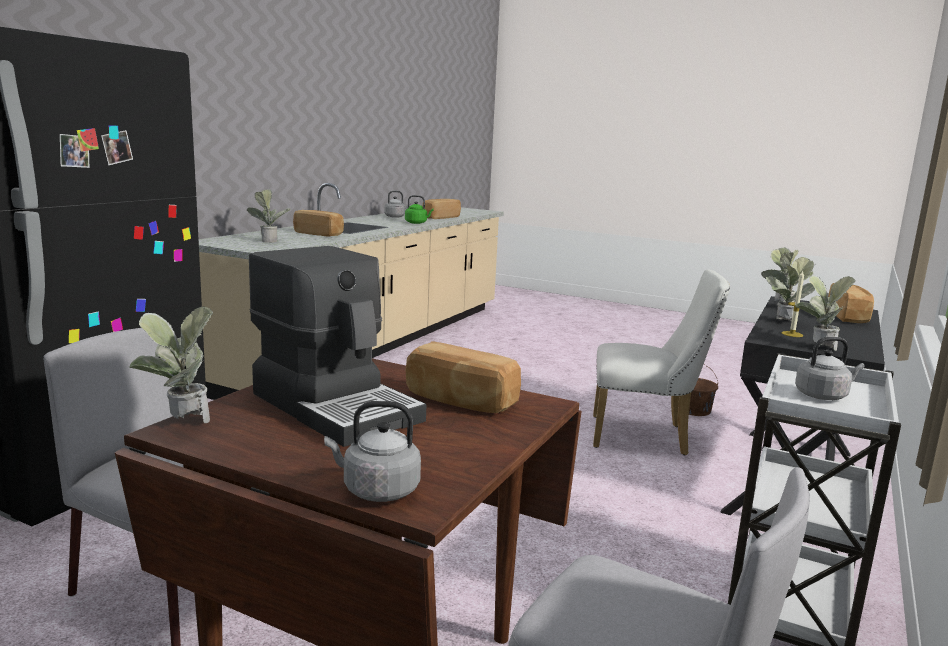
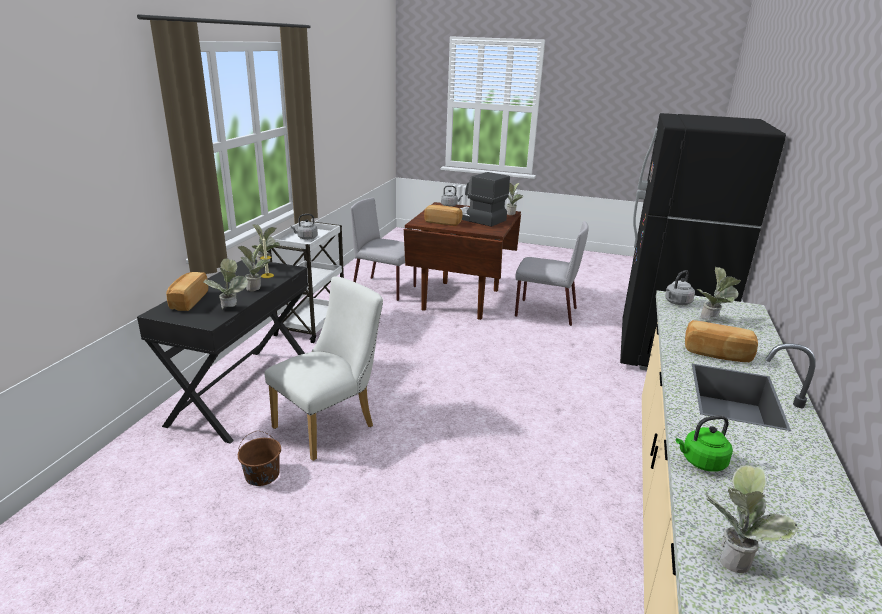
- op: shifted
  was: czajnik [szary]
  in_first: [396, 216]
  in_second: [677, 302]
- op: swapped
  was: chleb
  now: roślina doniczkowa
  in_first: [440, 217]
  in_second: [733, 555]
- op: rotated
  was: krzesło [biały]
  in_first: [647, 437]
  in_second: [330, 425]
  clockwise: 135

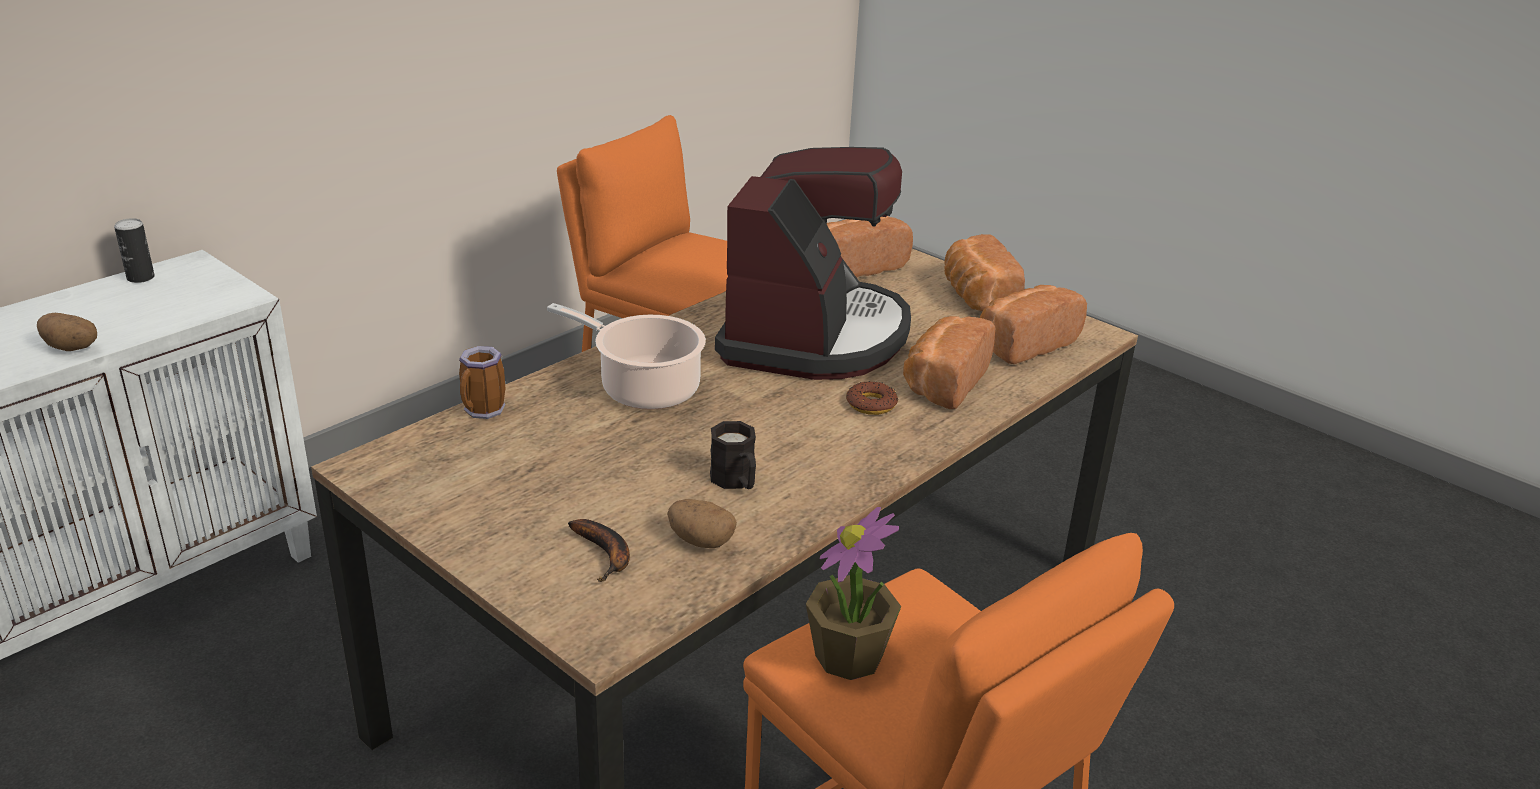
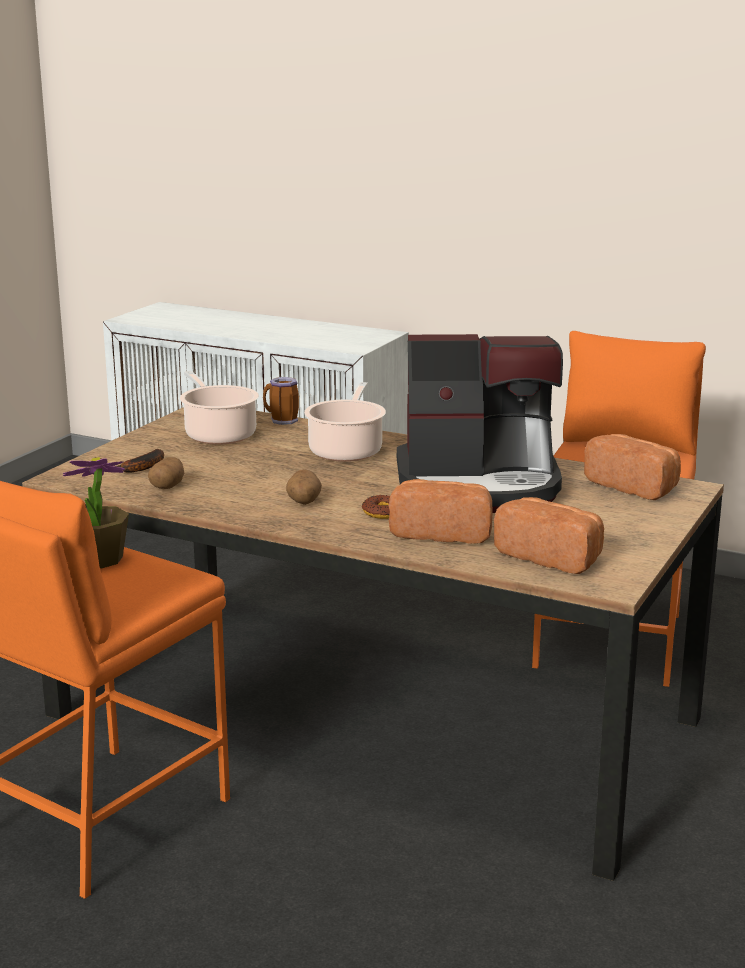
- op: gone
  was: puszka
  in_first: [140, 277]
- op: gone
  was: kubek [czarny]
  in_first: [736, 481]
- op: gone
  was: chleb
  in_first: [976, 298]
- op: new
  now: garnek
  in_second: [218, 434]
- op: shifted
  was: ziemniak
  in_first: [73, 348]
  in_second: [304, 502]

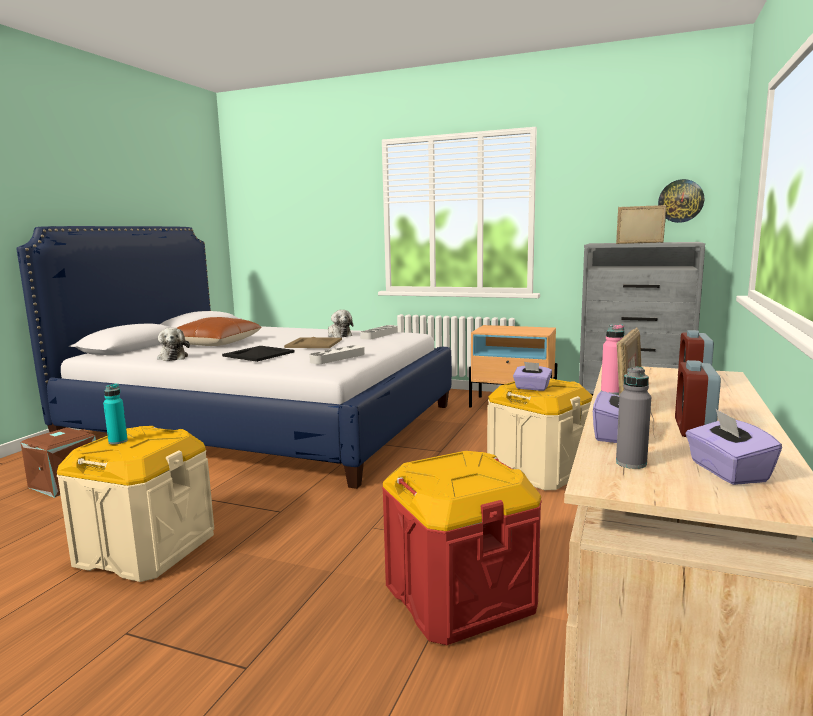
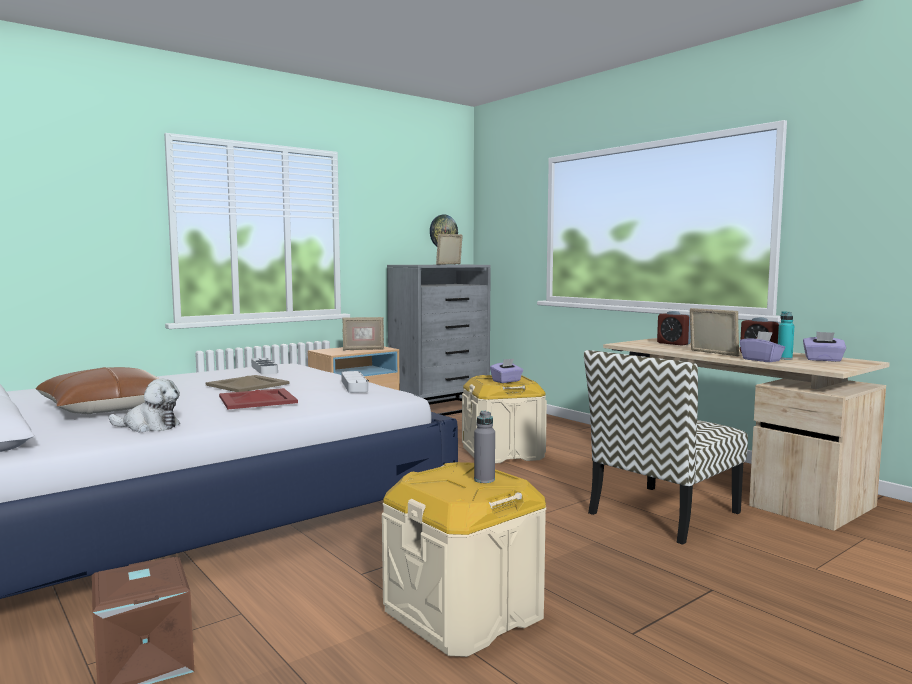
- op: gone
  was: pluszak
  in_first: [338, 335]
- op: gone
  was: butelka [różowy]
  in_first: [611, 393]
- op: new
  now: ramka na zdjęcie
  in_second: [363, 349]
- op: shifted
  was: butelka [turkusowy]
  in_first: [118, 441]
  in_second: [784, 358]
- op: shifted
  was: butelka [szary]
  in_first: [631, 463]
  in_second: [484, 480]
- op: swapped
  was: pojemnik do przechowywania [czerwony]
  now: krzesło
  in_first: [459, 596]
  in_second: [663, 513]
- op: repainted
  was: taca [czarny]
  now: taca [czerwony]
  in_first: [258, 354]
  in_second: [258, 399]

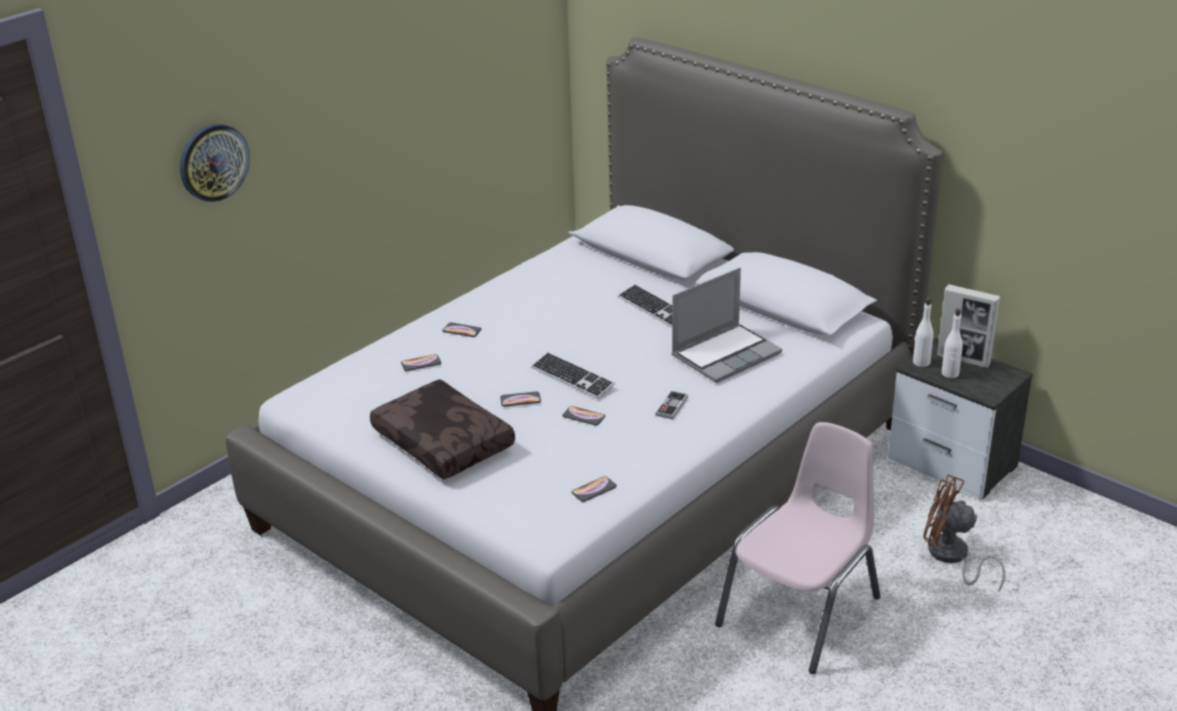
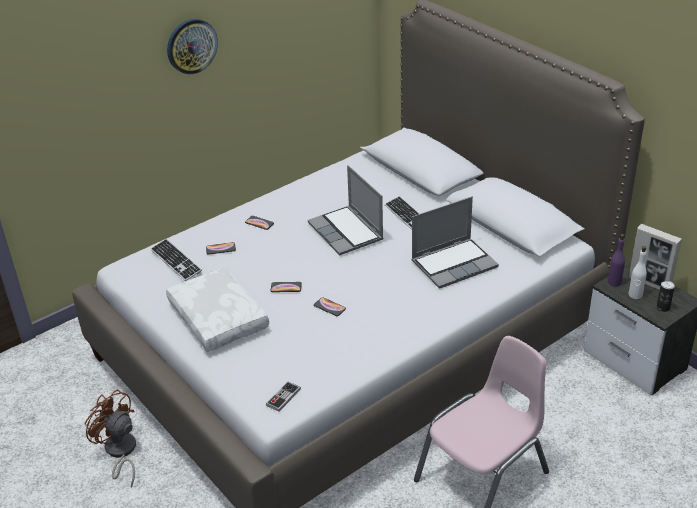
- op: gone
  was: telefon
  in_first: [594, 490]
- op: new
  now: laptop
  in_second: [347, 232]
- op: new
  now: puszka
  in_second: [663, 307]
- op: shifted
  was: zegar ścienny
  in_first: [213, 162]
  in_second: [191, 46]
- op: shifted
  was: klawiatura
  in_first: [572, 377]
  in_second: [176, 261]
- op: shifted
  was: pad do gier
  in_first: [671, 406]
  in_second: [283, 397]
- op: shifted
  was: wentylator [brązowy]
  in_first: [952, 557]
  in_second: [120, 452]
- op: repainted
  was: poduszka [brązowy]
  now: poduszka [biały]
  in_first: [445, 442]
  in_second: [220, 318]
- op: repainted
  was: butelka [biały]
  now: butelka [fioletowy]
  in_first: [921, 362]
  in_second: [614, 282]

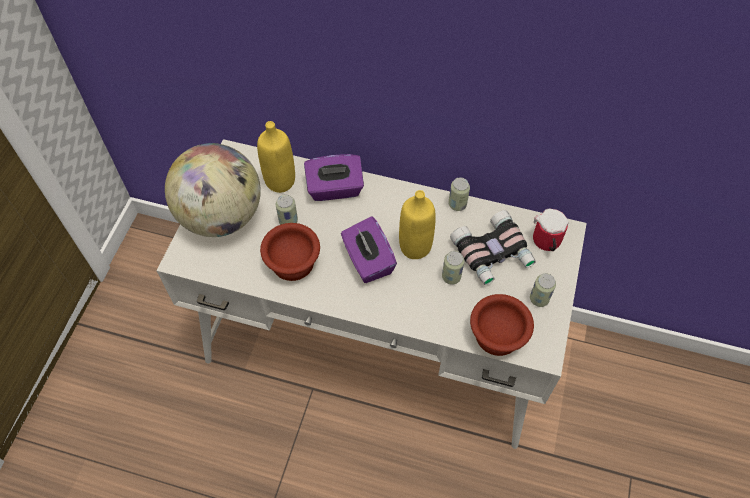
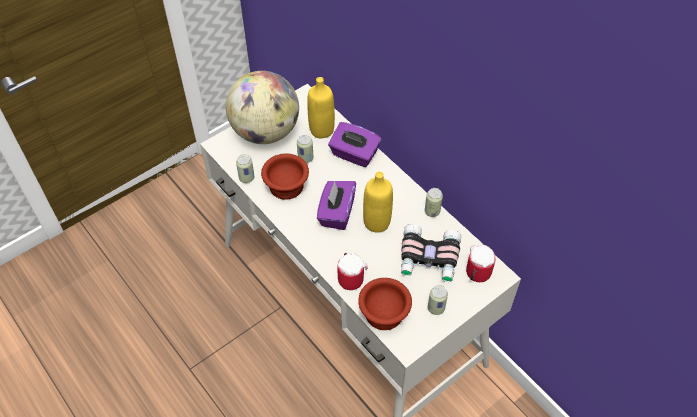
- op: new
  now: kubek
  in_second: [350, 276]
- op: shifted
  was: puszka
  in_first: [451, 277]
  in_second: [246, 178]

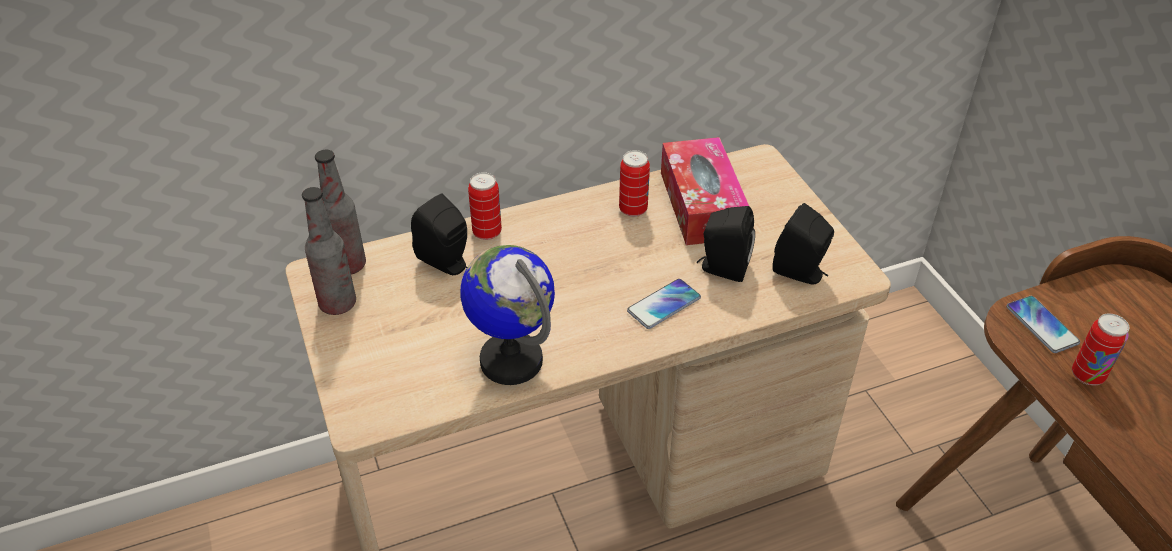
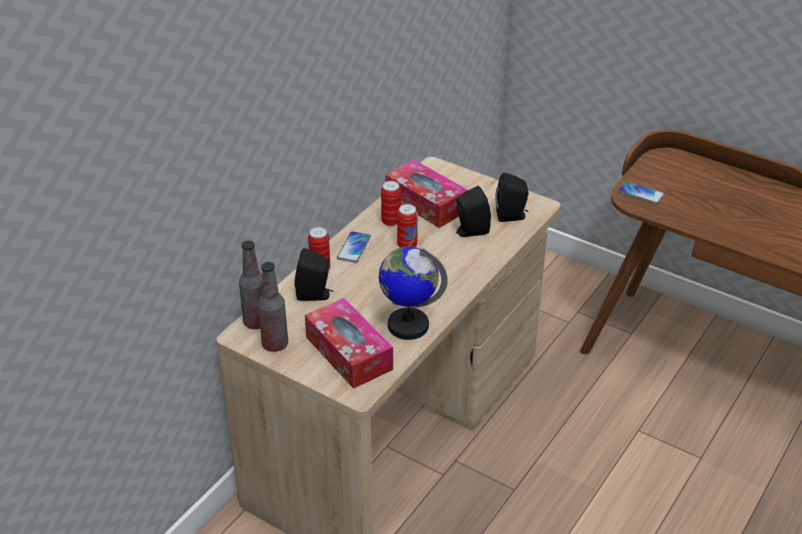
- op: new
  now: pudełko chusteczek
  in_second: [349, 353]
- op: shifted
  was: telefon
  in_first: [664, 305]
  in_second: [354, 248]
- op: shifted
  was: puszka
  in_first: [1087, 375]
  in_second: [407, 245]

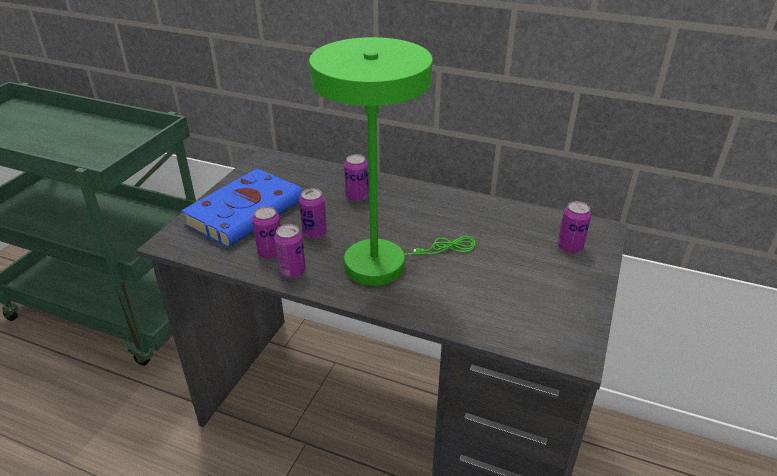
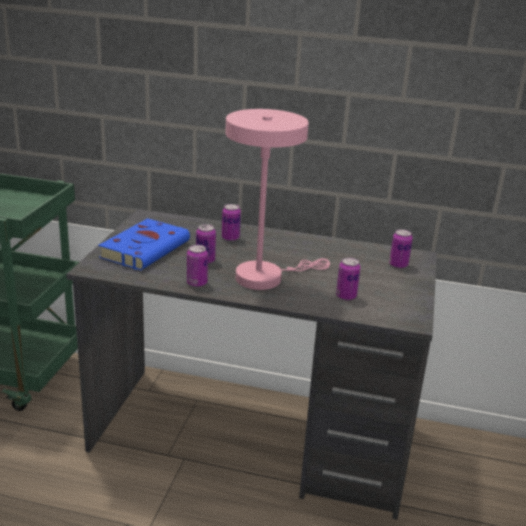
- op: shifted
  was: puszka
  in_first: [270, 253]
  in_second: [346, 296]
- op: repainted
  was: lampa stołowa [zielony]
  now: lampa stołowa [różowy]
  in_first: [385, 263]
  in_second: [265, 277]

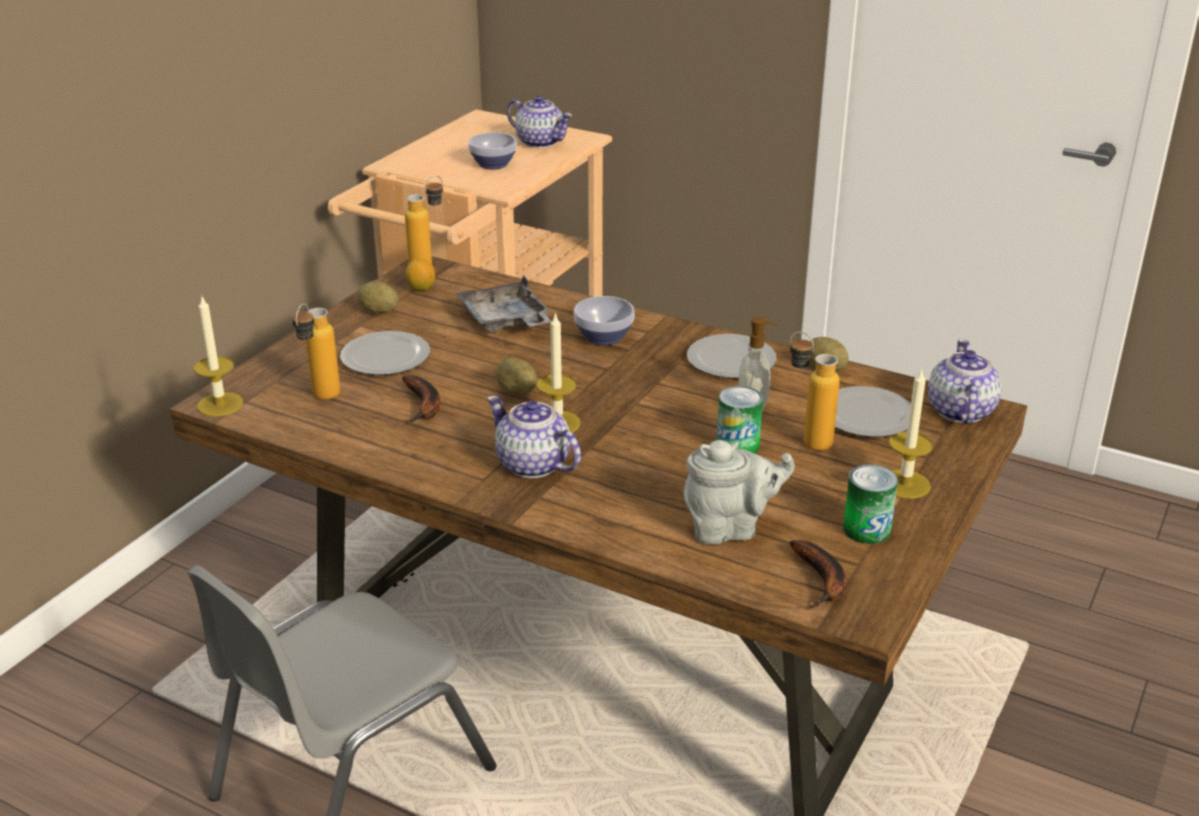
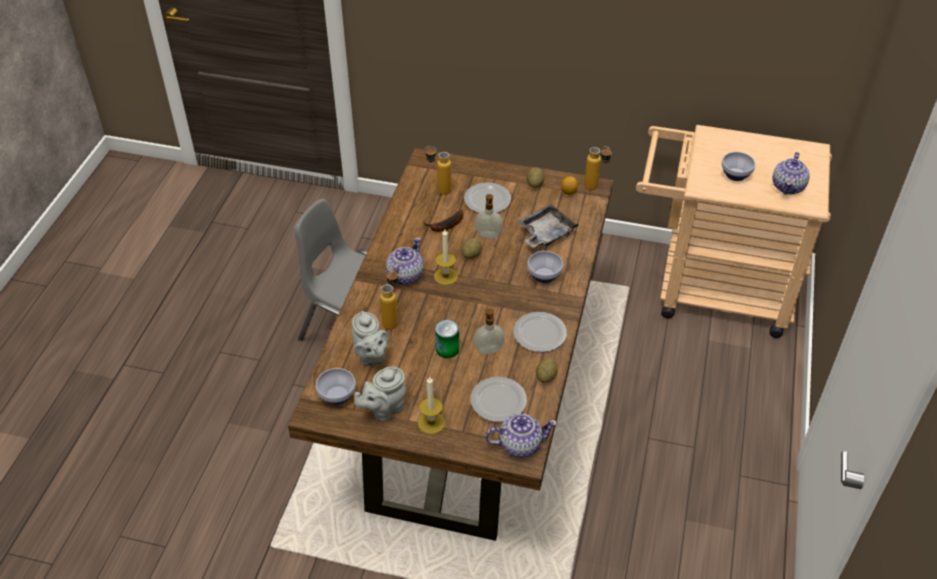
- op: gone
  was: świeca
  in_first: [220, 404]
- op: new
  now: dozownik mydła
  in_second: [488, 235]
- op: shifted
  was: butelka
  in_first: [806, 440]
  in_second: [392, 319]
- op: swapped
  was: banan
  now: miska
  in_first: [822, 581]
  in_second: [336, 396]
- op: swapped
  was: puszka
  now: imbryk [szary]
  in_first: [866, 529]
  in_second: [384, 409]

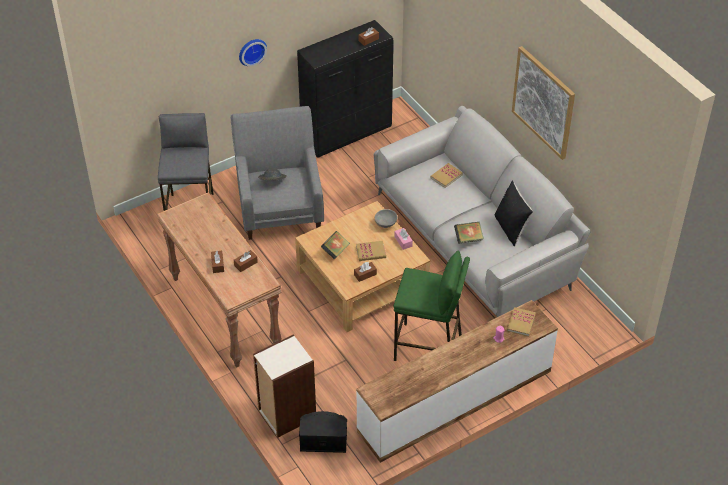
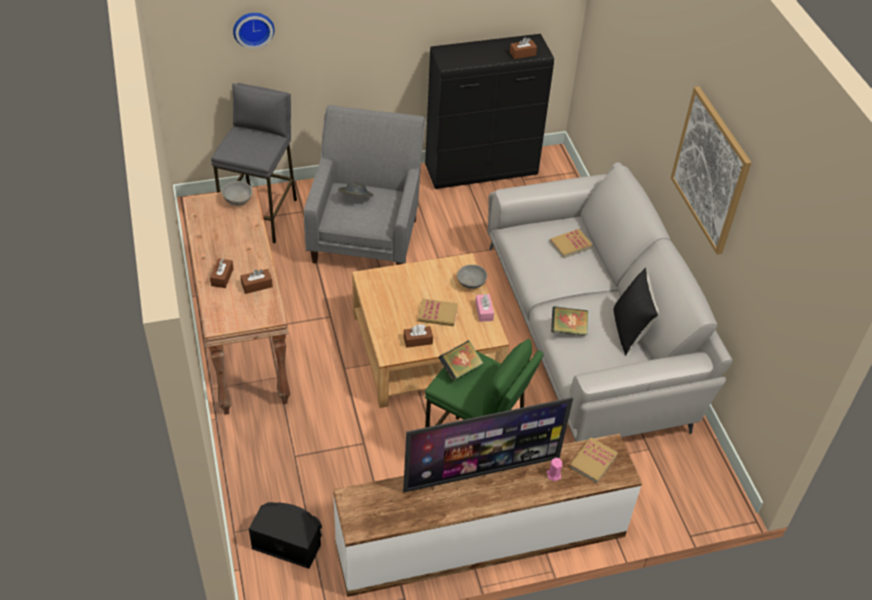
- op: gone
  was: regał
  in_first: [286, 414]
- op: new
  now: miska [szary]
  in_second: [238, 201]
- op: new
  now: telewizor
  in_second: [482, 472]
- op: shifted
  was: zegar ścienny
  in_first: [251, 51]
  in_second: [253, 28]
- op: shifted
  was: książka
  in_first: [335, 251]
  in_second: [460, 369]

